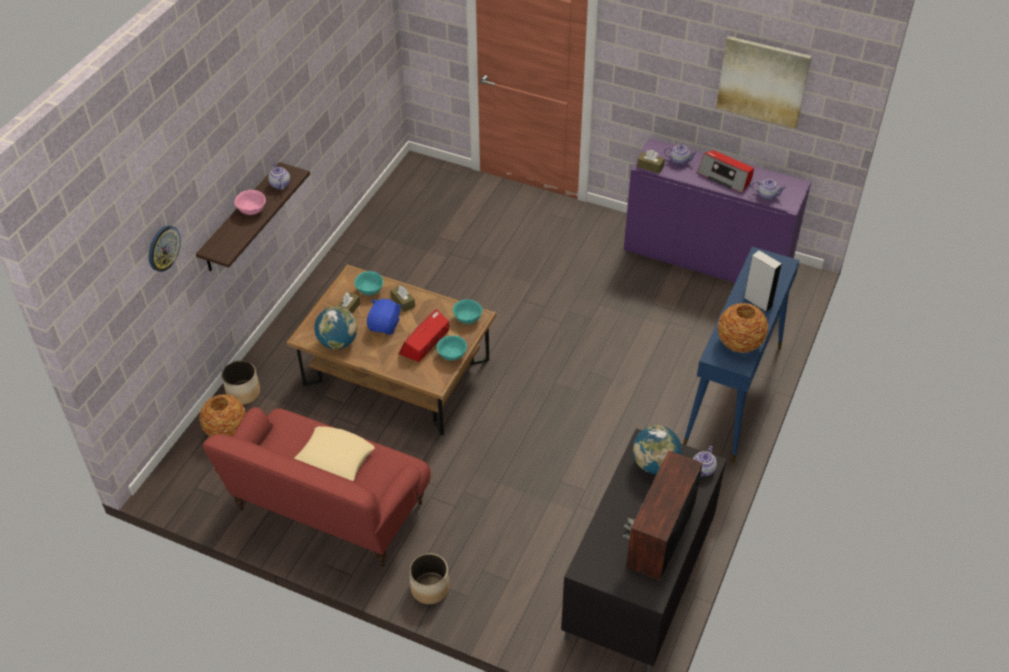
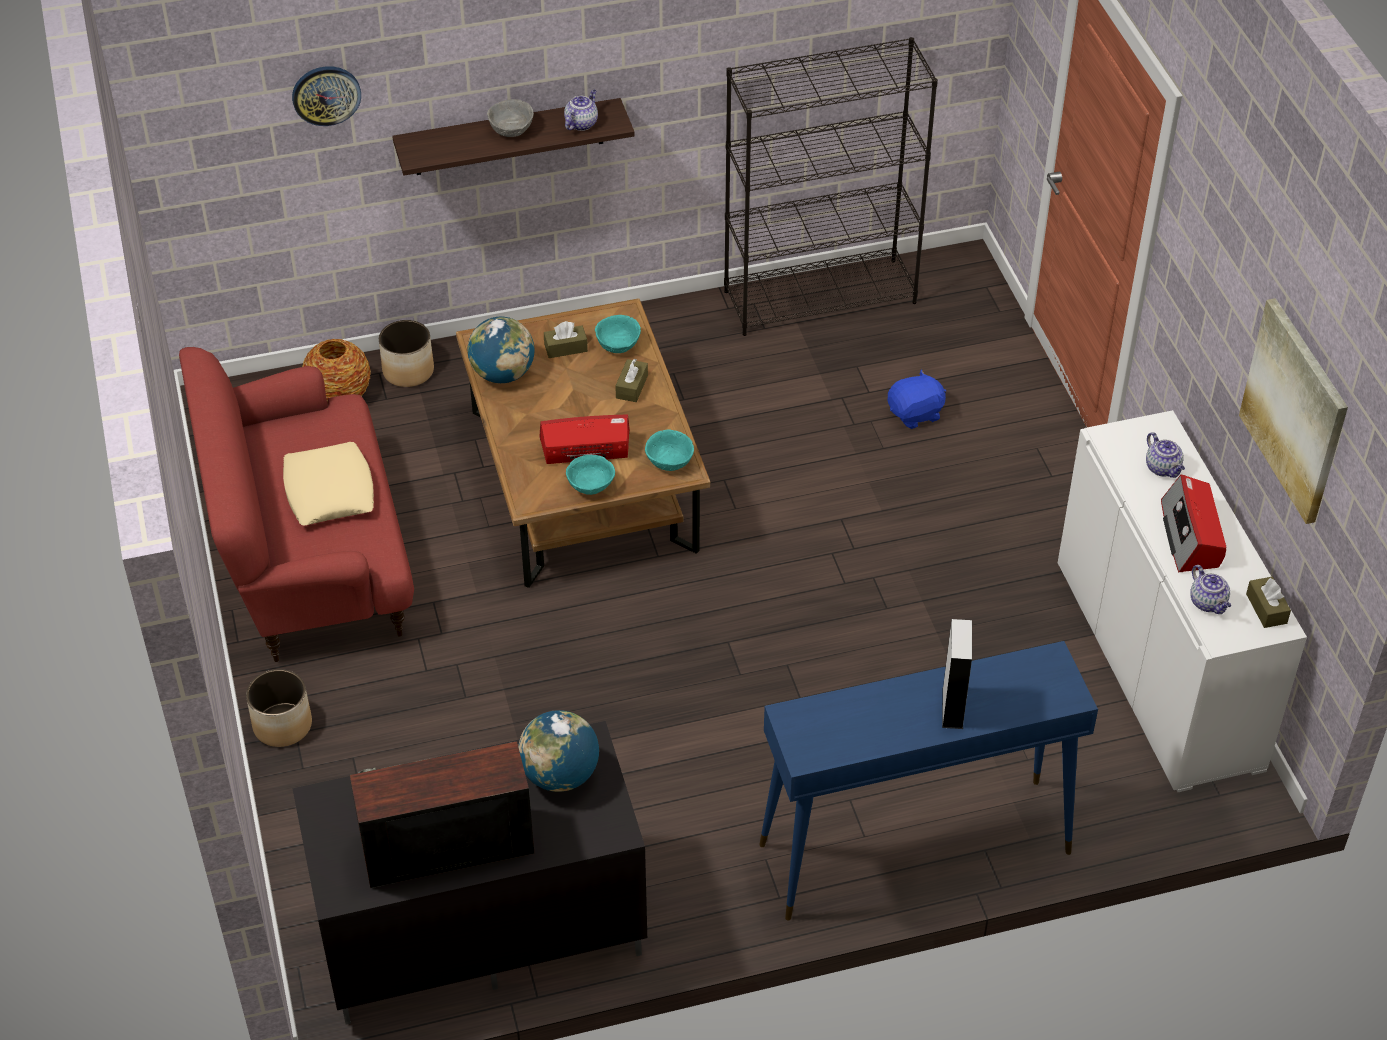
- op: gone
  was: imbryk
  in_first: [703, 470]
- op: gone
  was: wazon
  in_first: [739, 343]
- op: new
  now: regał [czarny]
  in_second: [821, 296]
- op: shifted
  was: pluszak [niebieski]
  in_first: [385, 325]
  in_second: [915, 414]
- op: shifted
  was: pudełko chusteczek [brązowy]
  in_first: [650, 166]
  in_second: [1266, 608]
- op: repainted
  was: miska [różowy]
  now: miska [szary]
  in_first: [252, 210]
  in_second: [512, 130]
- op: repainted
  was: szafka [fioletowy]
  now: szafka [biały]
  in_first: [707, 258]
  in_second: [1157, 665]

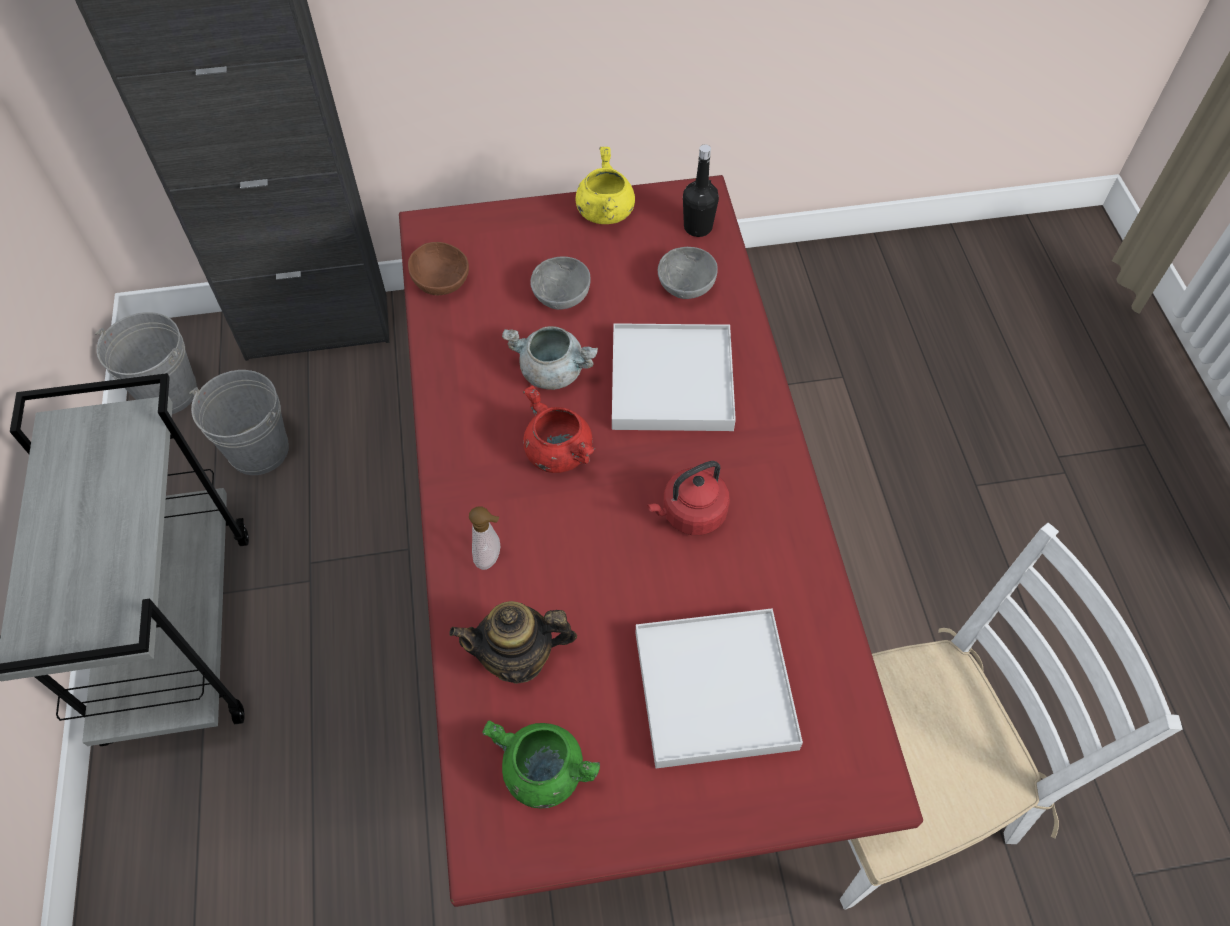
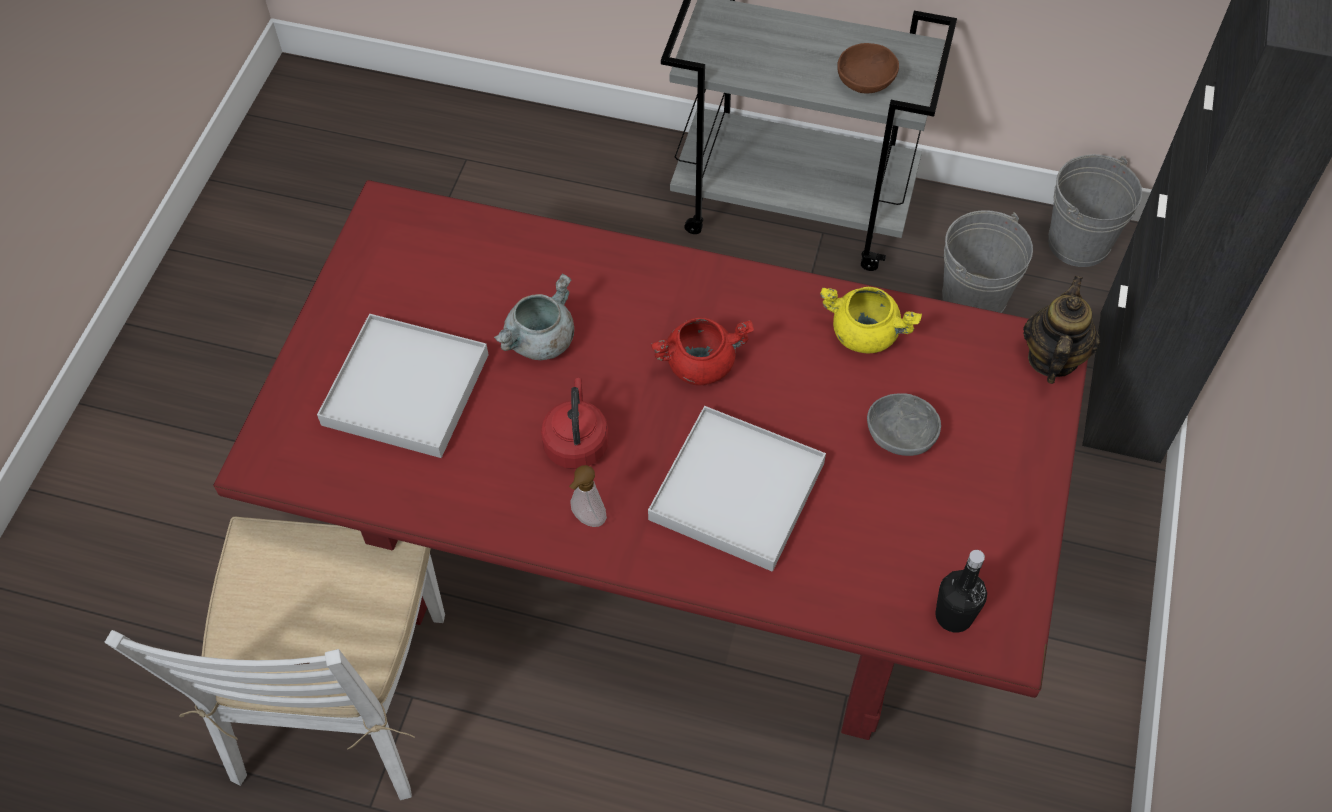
- op: gone
  was: garnek [zielony]
  in_first: [543, 772]
- op: gone
  was: miska [szary]
  in_first: [685, 286]
- op: shifted
  was: miska [brązowy]
  in_first: [442, 281]
  in_second: [865, 83]
- op: shifted
  was: imbryk
  in_first: [518, 658]
  in_second: [1052, 358]
- op: shifted
  was: dozownik mydła
  in_first: [491, 558]
  in_second: [587, 519]
- op: shifted
  was: garnek [szary]
  in_first: [553, 372]
  in_second: [540, 342]
- op: shifted
  was: garnek [żółty]
  in_first: [605, 212]
  in_second: [865, 334]

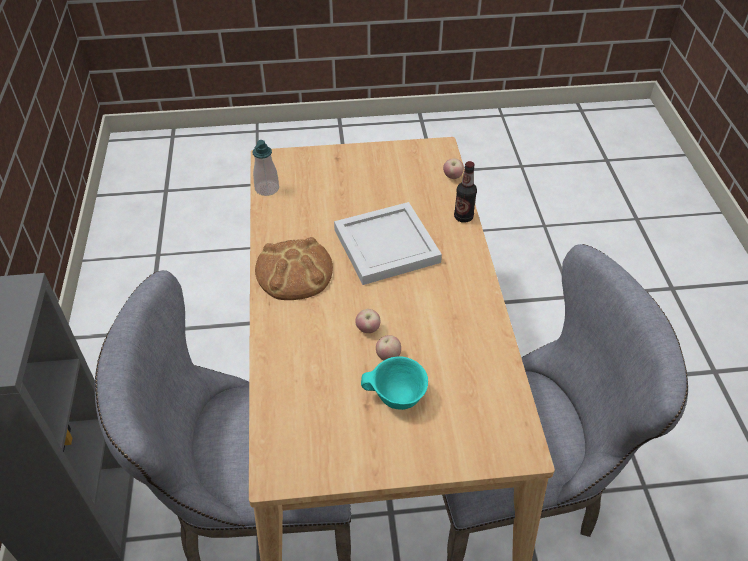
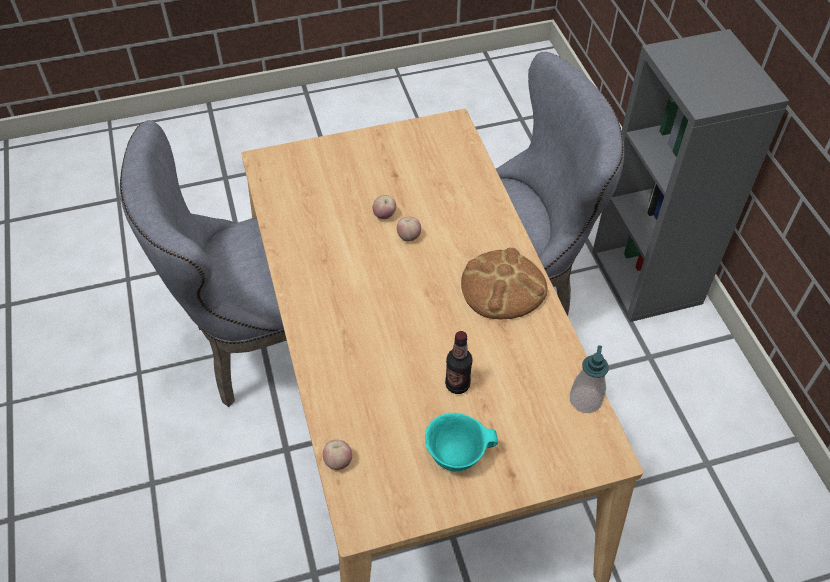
- op: gone
  was: taca [biały]
  in_first: [385, 247]
- op: shifted
  was: miska [turkusowy]
  in_first: [397, 398]
  in_second: [456, 454]
- op: shifted
  was: butelka
  in_first: [463, 217]
  in_second: [457, 385]

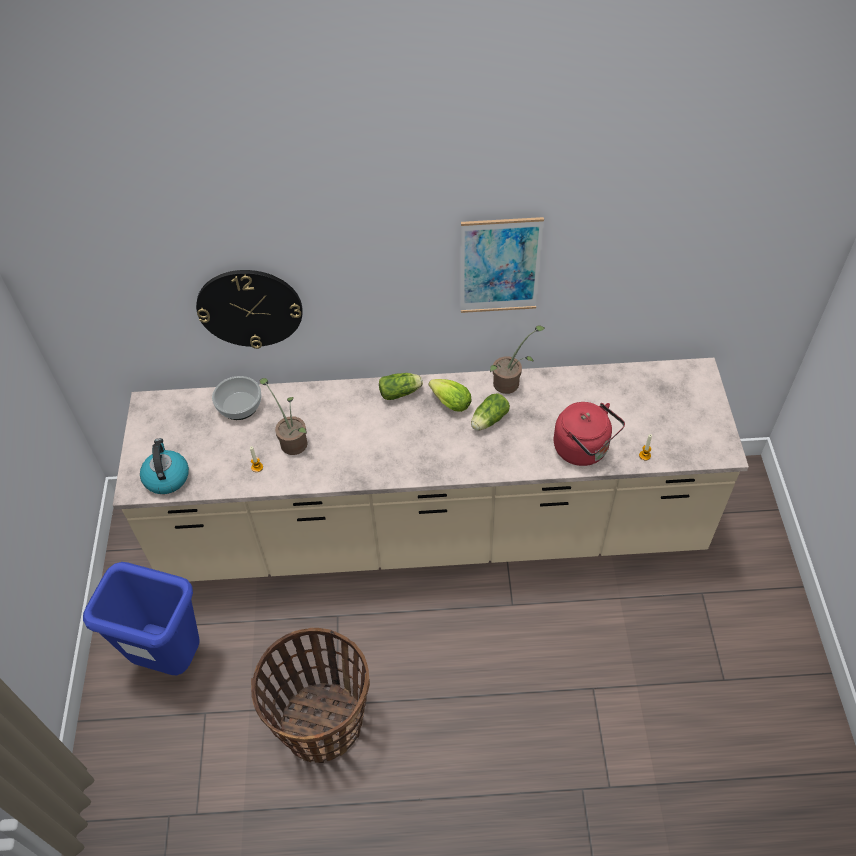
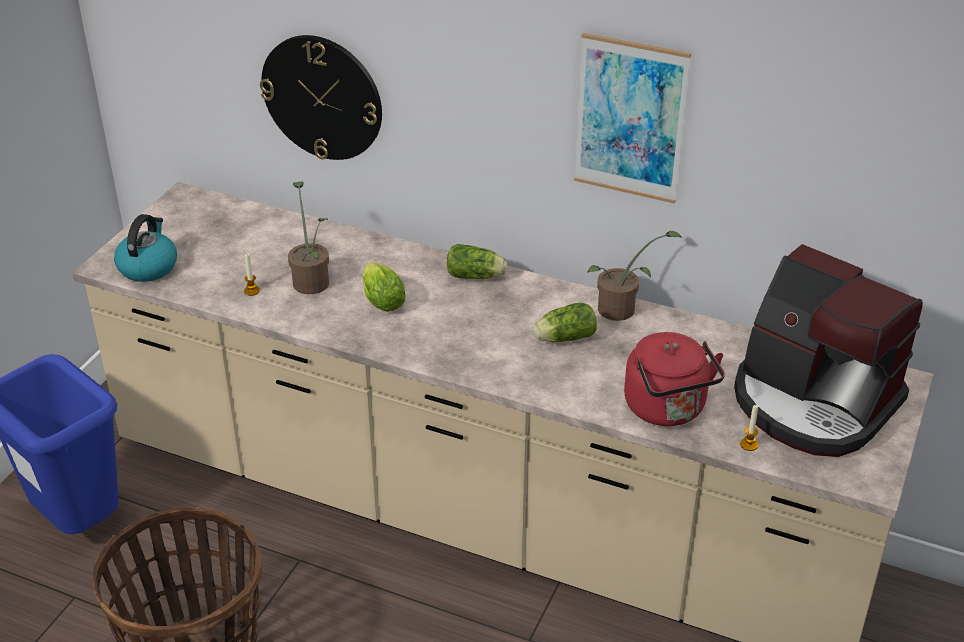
- op: gone
  was: miska
  in_first: [239, 406]
- op: new
  now: ekspres do kawy
  in_second: [813, 403]
- op: shifted
  was: sałata
  in_first: [448, 402]
  in_second: [381, 299]

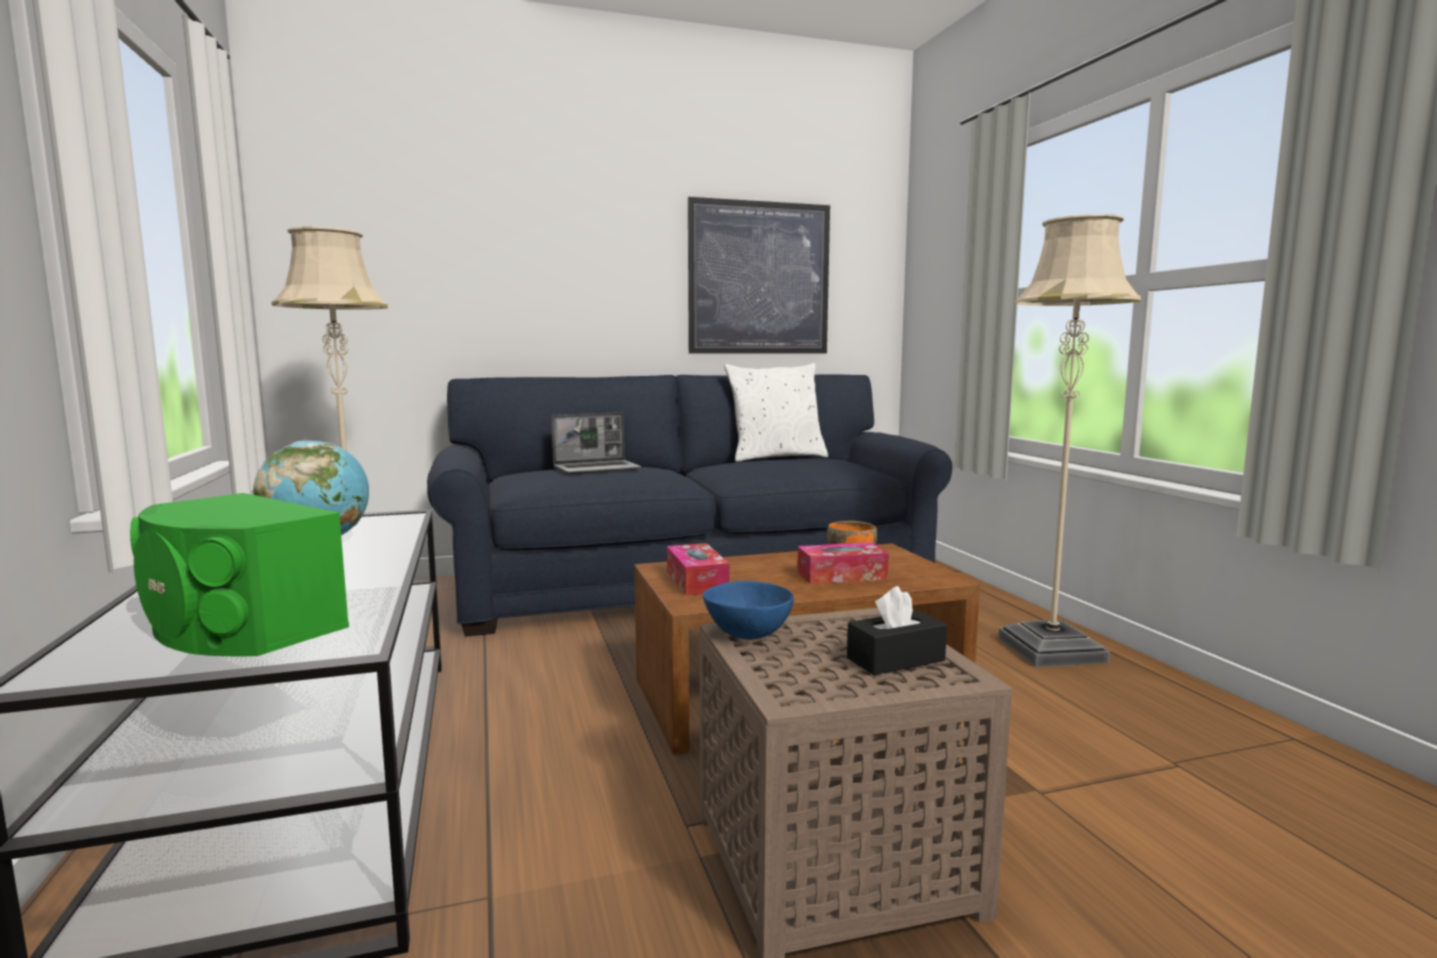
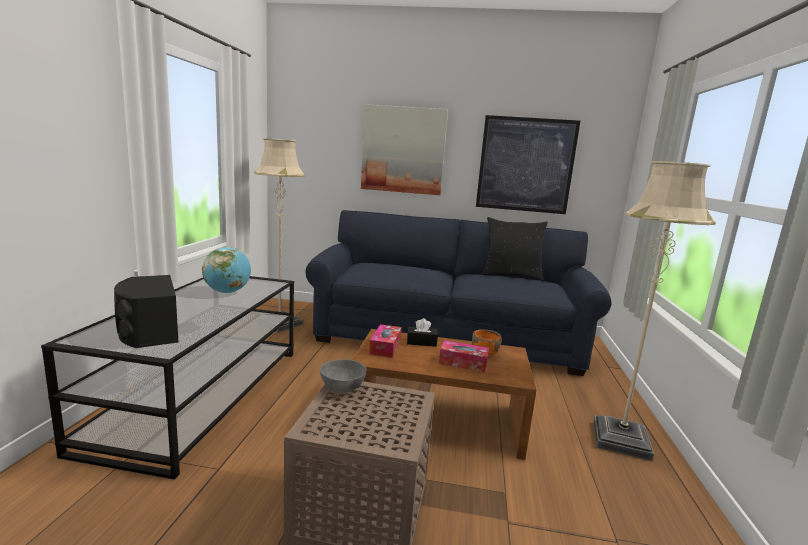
- op: gone
  was: laptop
  in_first: [597, 469]
- op: new
  now: obraz
  in_second: [403, 150]
- op: shifted
  was: pudełko chusteczek [czarny]
  in_first: [895, 659]
  in_second: [421, 342]
- op: repainted
  was: głośnik [zielony]
  now: głośnik [czarny]
  in_first: [238, 626]
  in_second: [148, 331]
- op: repainted
  was: miska [niebieski]
  now: miska [szary]
  in_first: [747, 635]
  in_second: [341, 389]
- op: repainted
  was: poduszka [biały]
  now: poduszka [czarny]
  in_first: [776, 457]
  in_second: [511, 275]

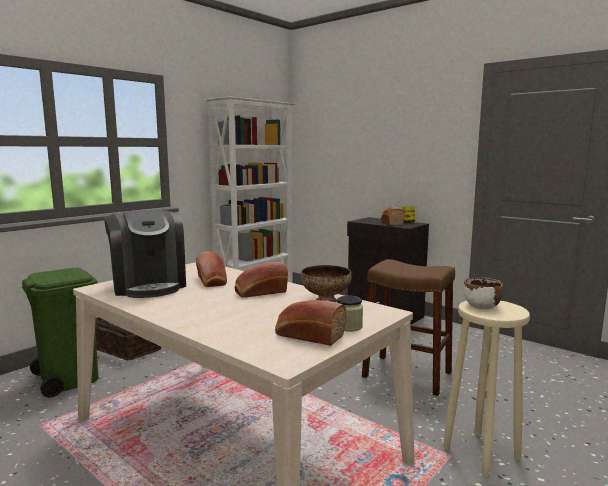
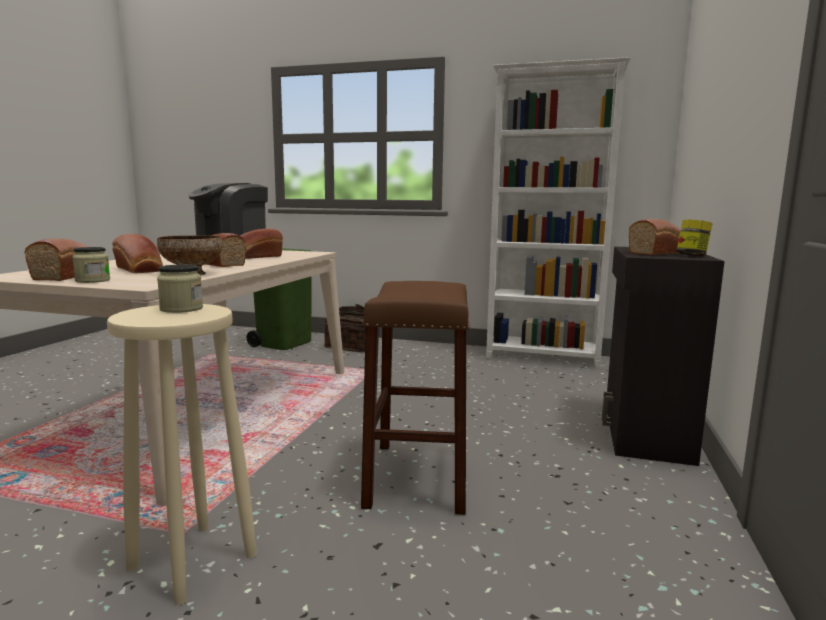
- op: new
  now: chleb
  in_second: [139, 270]
- op: swapped
  was: miska [biały]
  now: słoik
  in_first: [481, 306]
  in_second: [181, 309]

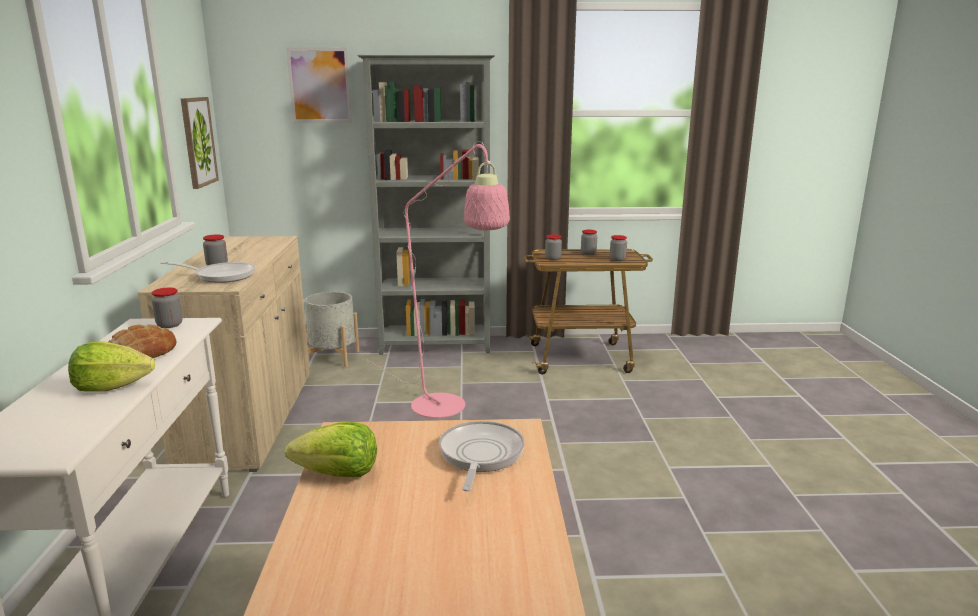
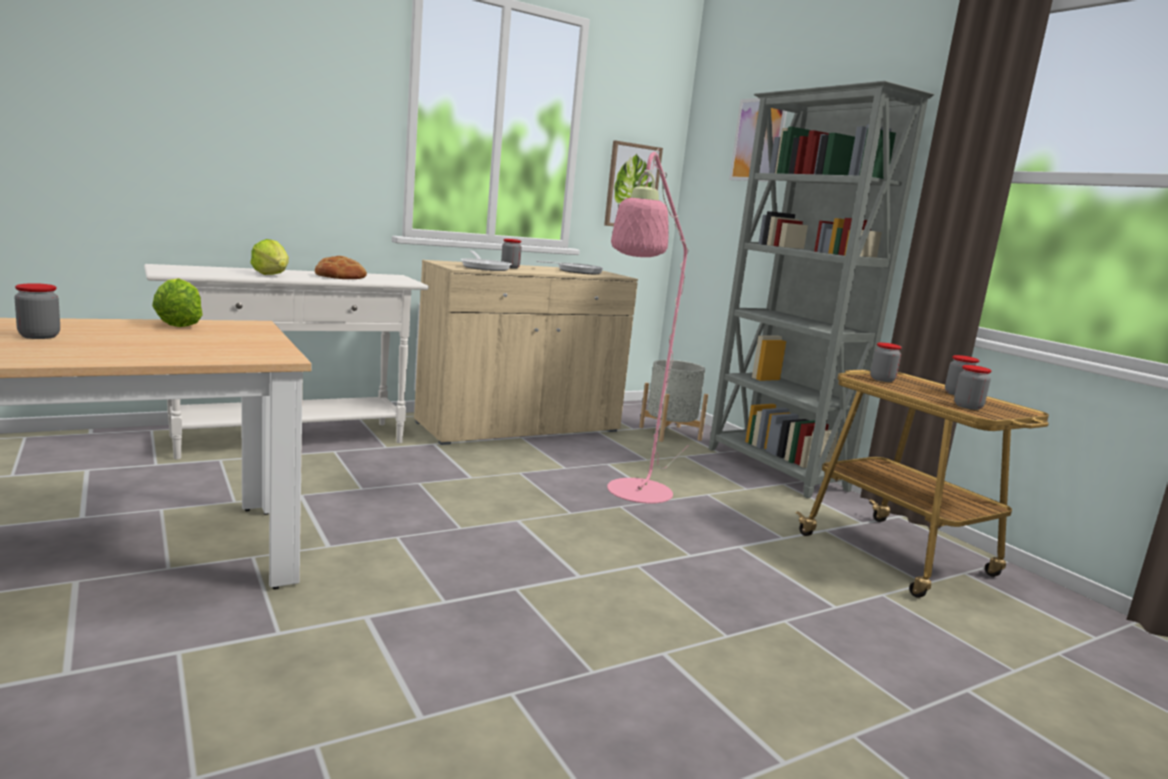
- op: shifted
  was: słoik
  in_first: [169, 325]
  in_second: [39, 336]
- op: shifted
  was: patelnia
  in_first: [480, 455]
  in_second: [576, 271]

